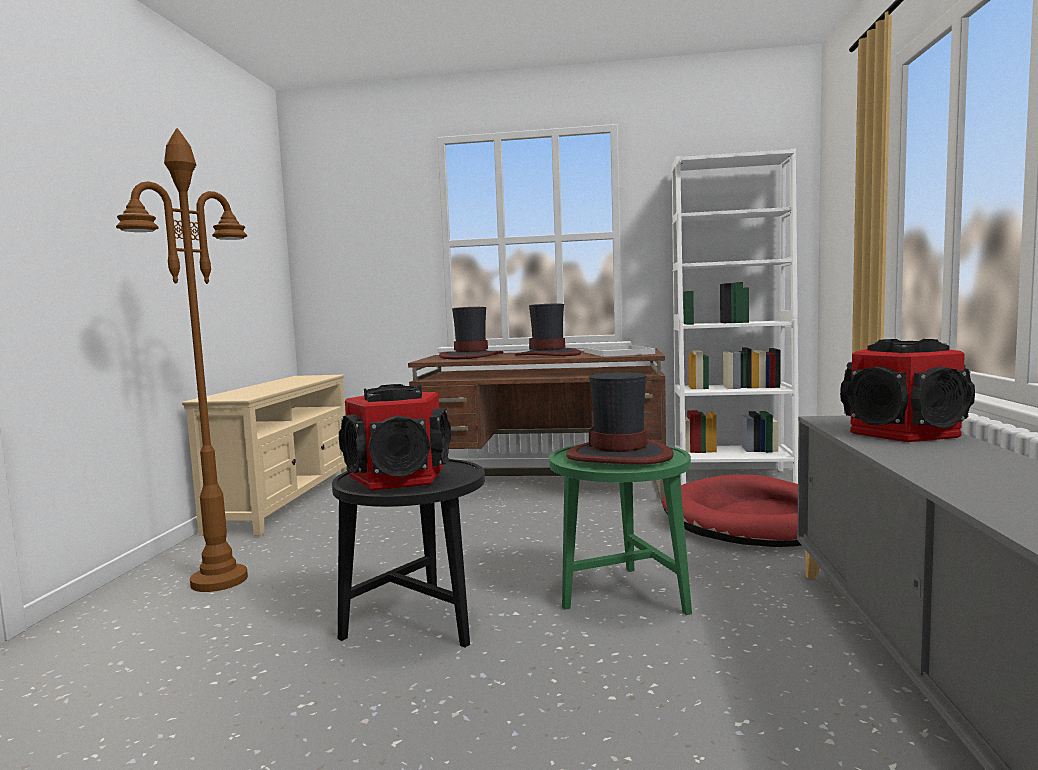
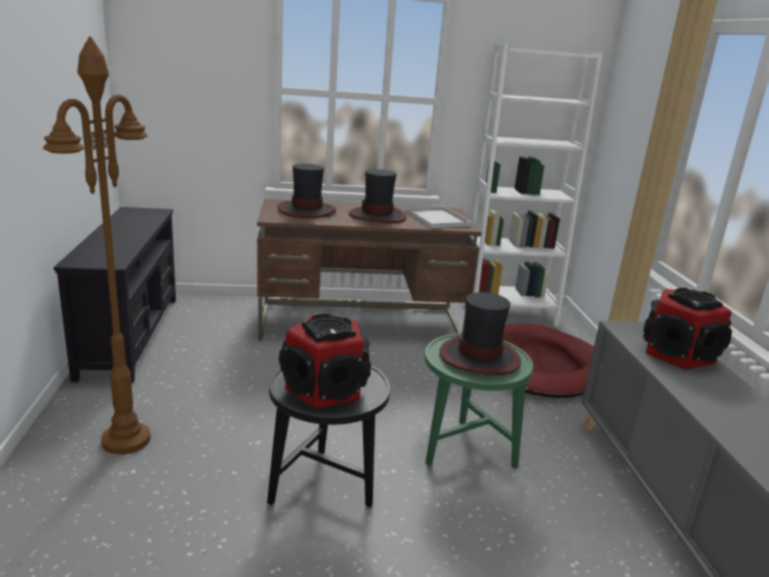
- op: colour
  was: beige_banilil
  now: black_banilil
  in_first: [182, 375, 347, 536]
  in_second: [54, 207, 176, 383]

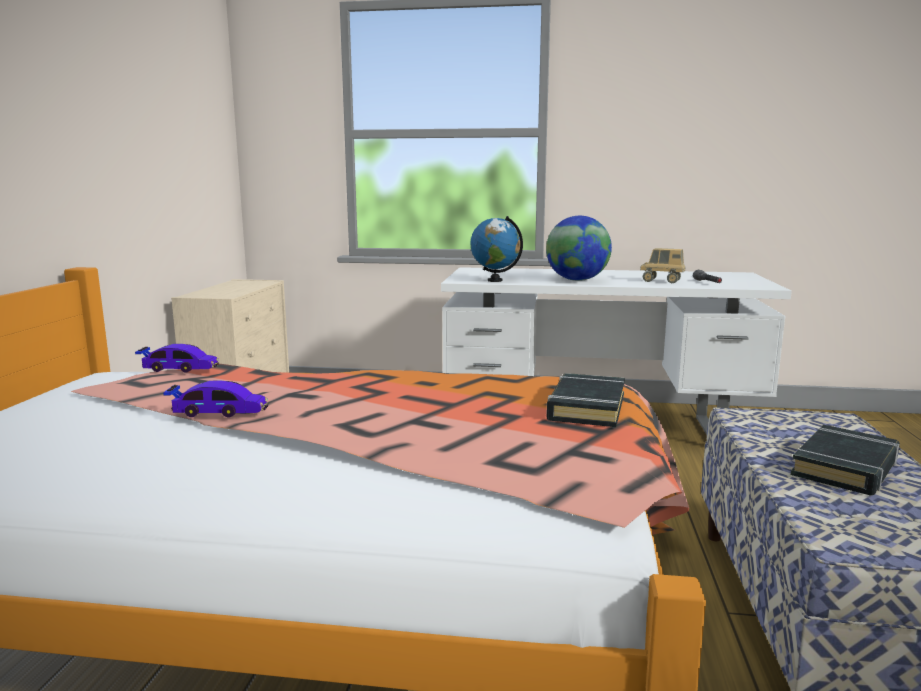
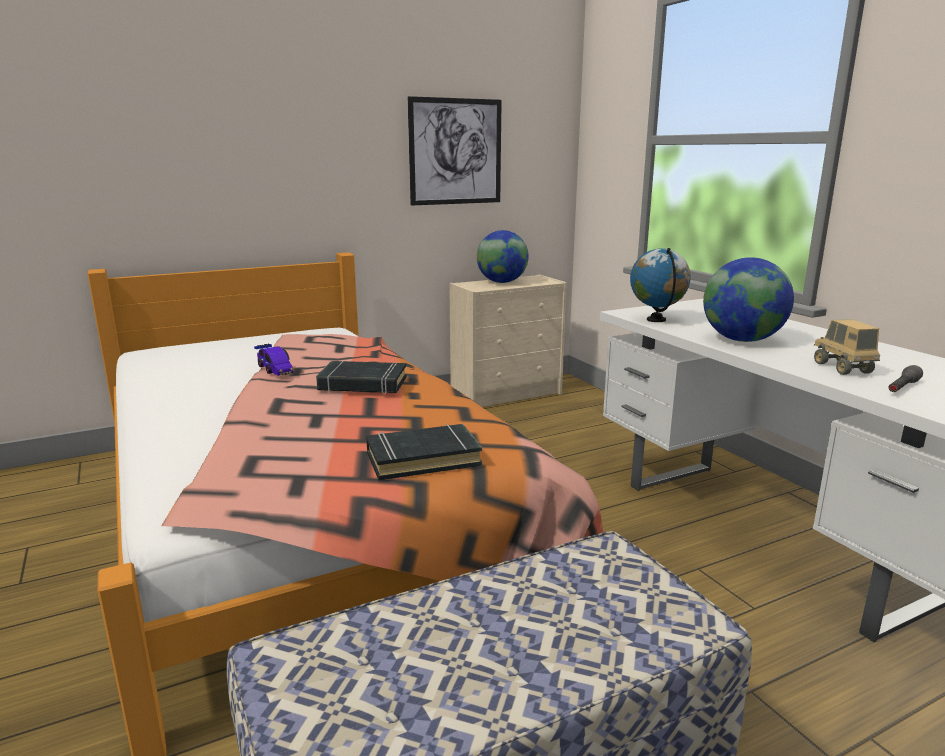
- op: relocated
  was: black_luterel
  in_first: [791, 425, 900, 496]
  in_second: [316, 361, 407, 394]
- op: appeared
  now: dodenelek
  in_second: [408, 96, 502, 205]
- op: appeared
  now: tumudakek
  in_second: [477, 230, 529, 283]
- op: missing
  was: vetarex
  in_first: [135, 344, 219, 372]

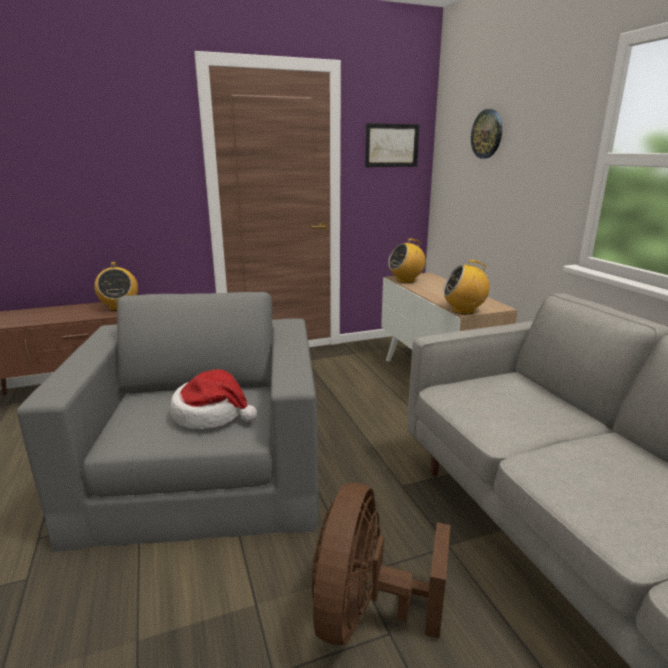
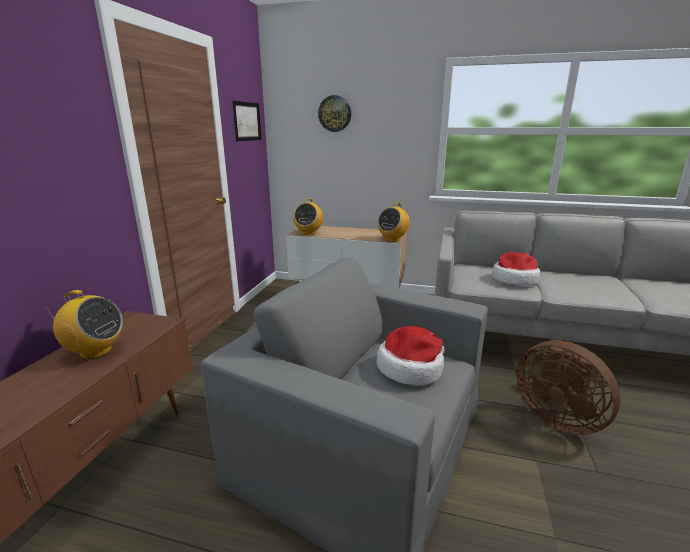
- op: appeared
  now: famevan
  in_second: [492, 252, 540, 286]

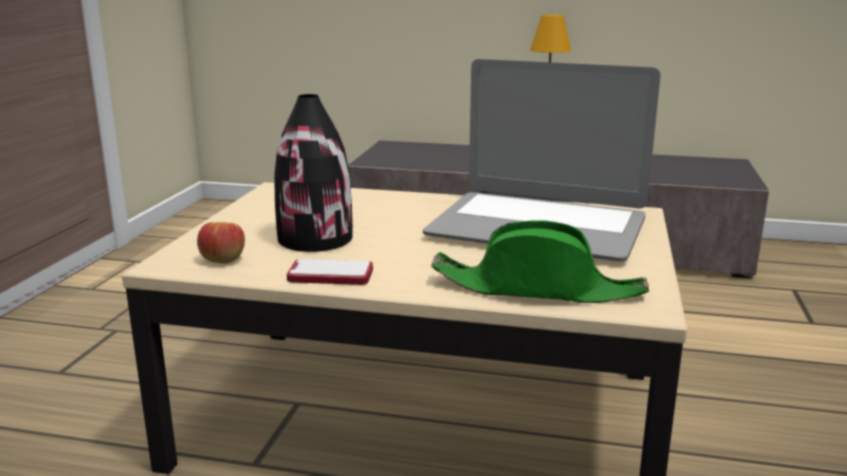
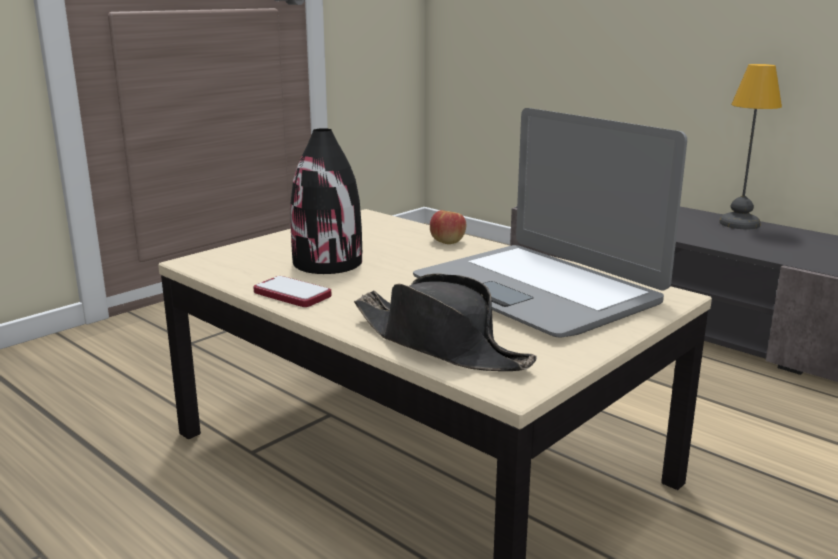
- op: colour
  was: green_famevan
  now: black_famevan
  in_first: [431, 220, 649, 303]
  in_second: [354, 274, 537, 371]
- op: relocated
  was: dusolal
  in_first: [197, 222, 245, 264]
  in_second: [430, 210, 466, 244]

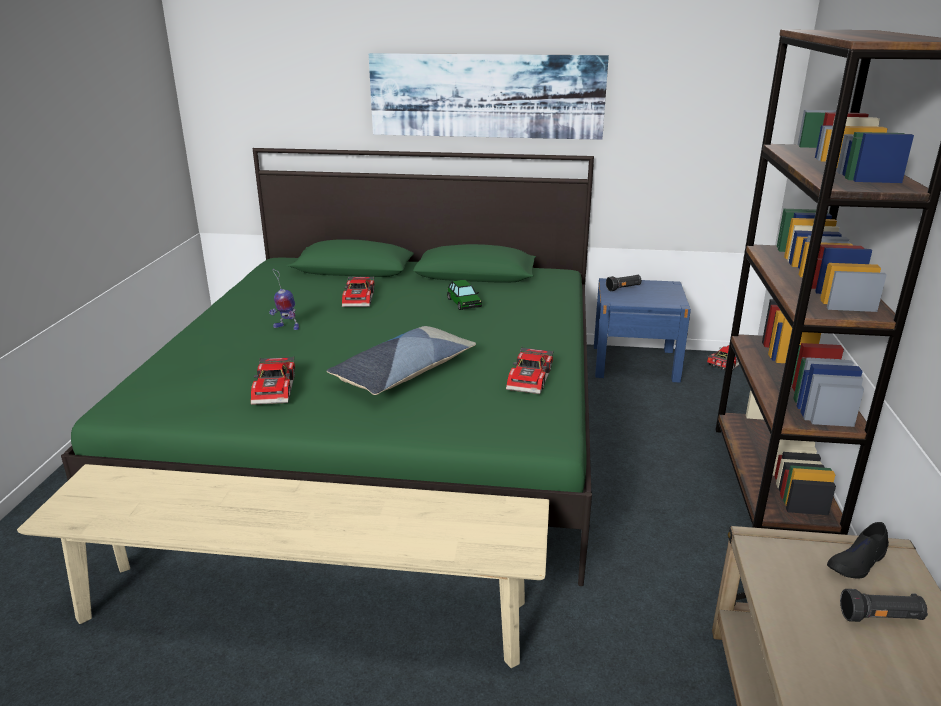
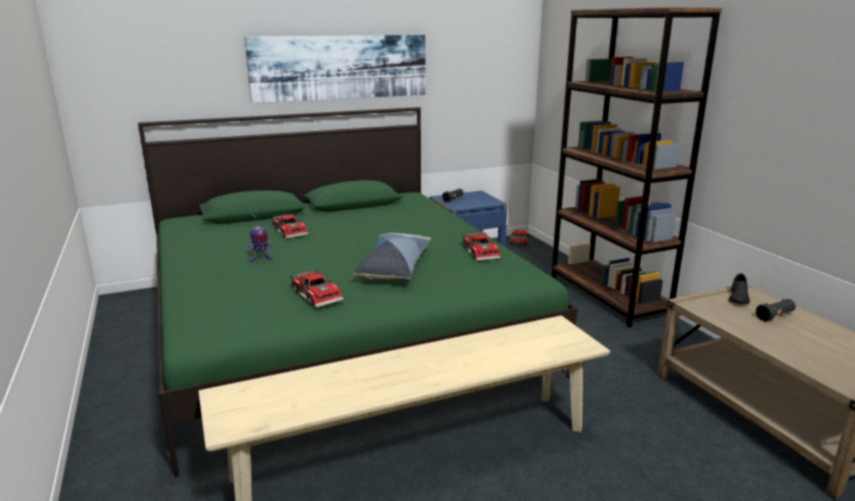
- op: missing
  was: vetarex
  in_first: [447, 280, 482, 310]

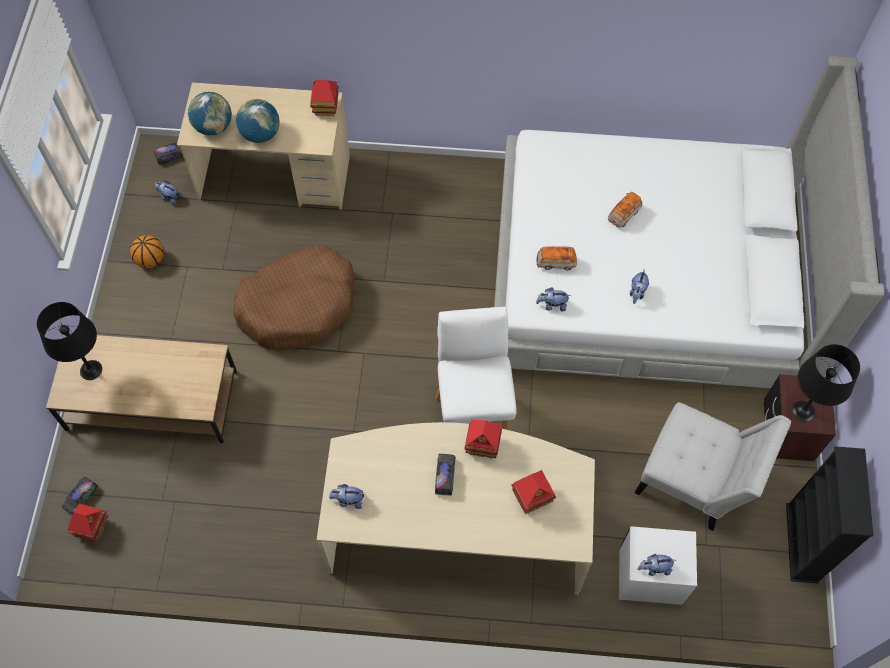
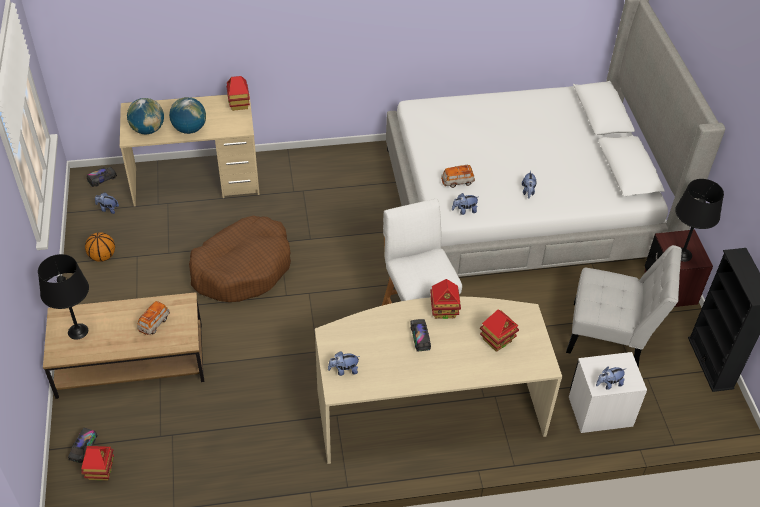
- op: relocated
  was: vetarex
  in_first: [608, 192, 642, 228]
  in_second: [137, 301, 170, 335]

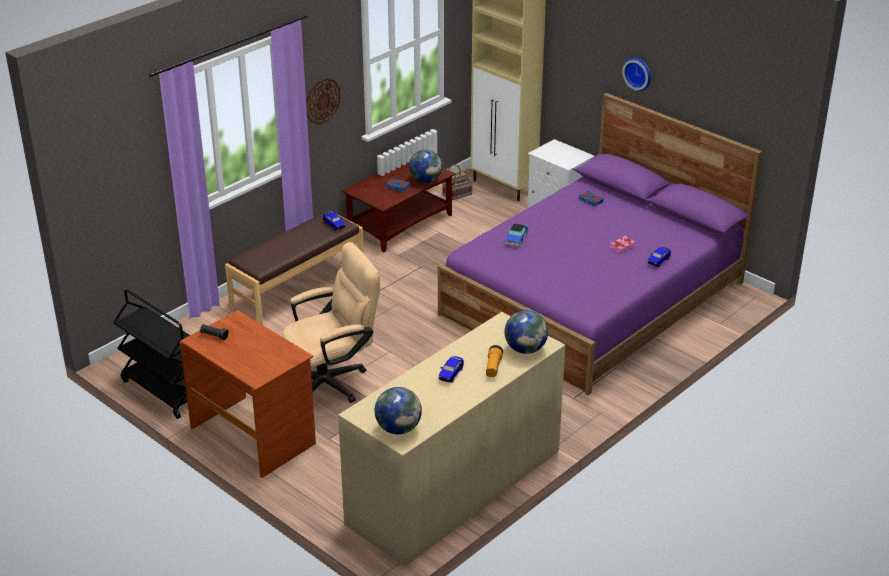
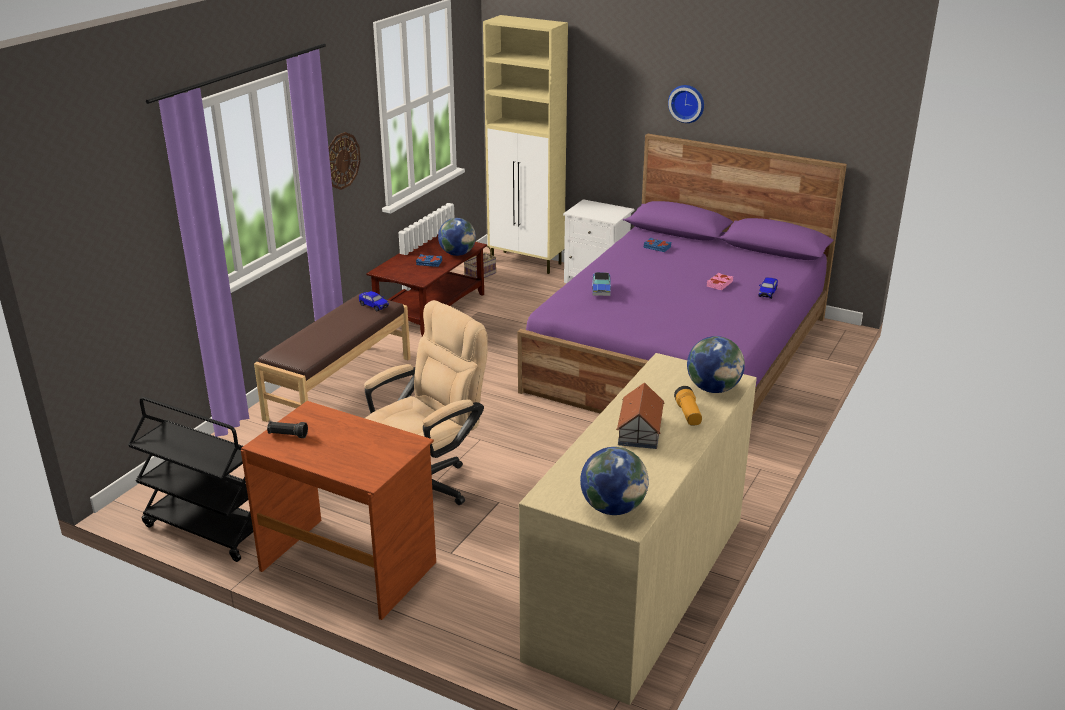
- op: exchanged
  was: vetarex
  now: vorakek
  in_first: [439, 356, 464, 383]
  in_second: [616, 382, 665, 449]

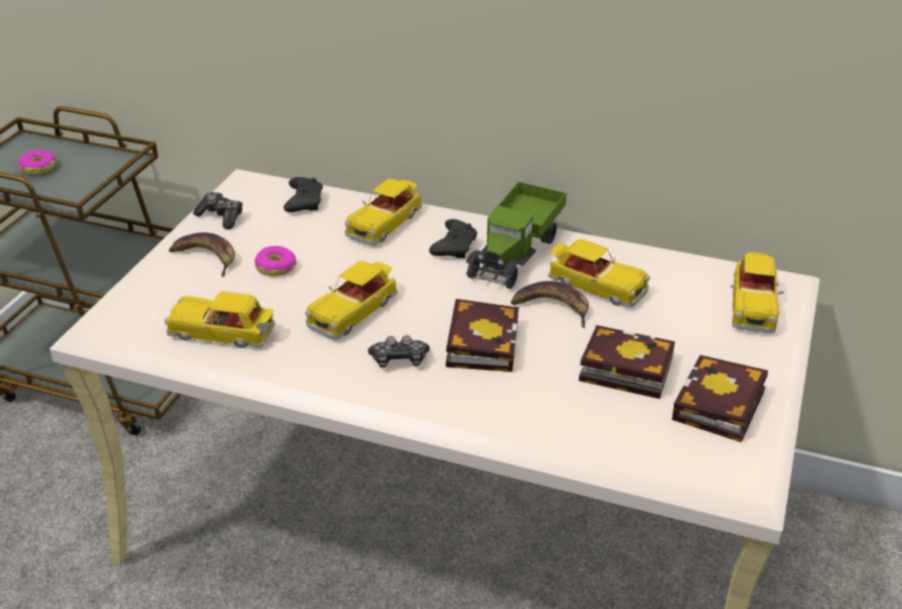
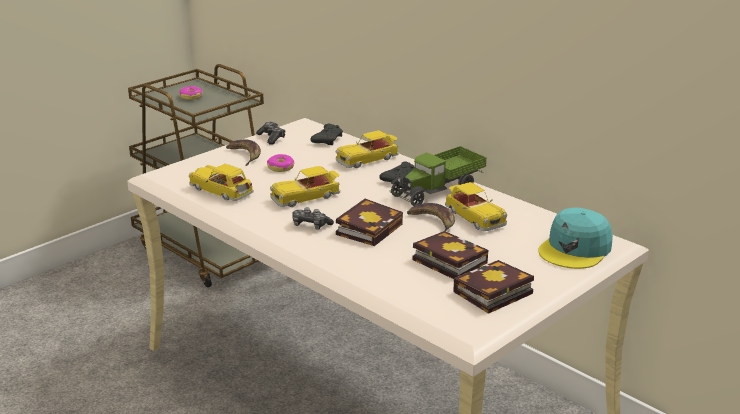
- op: exchanged
  was: vetarex
  now: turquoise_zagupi
  in_first: [730, 253, 784, 333]
  in_second: [539, 207, 613, 269]

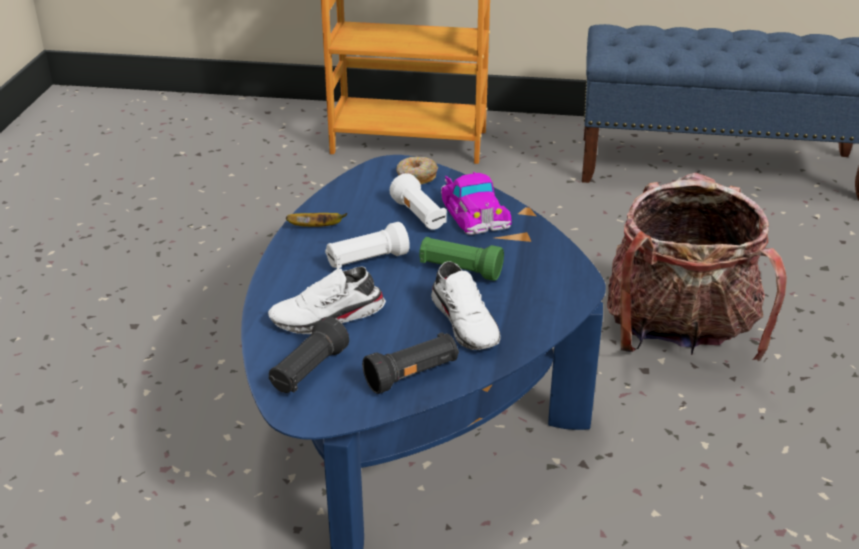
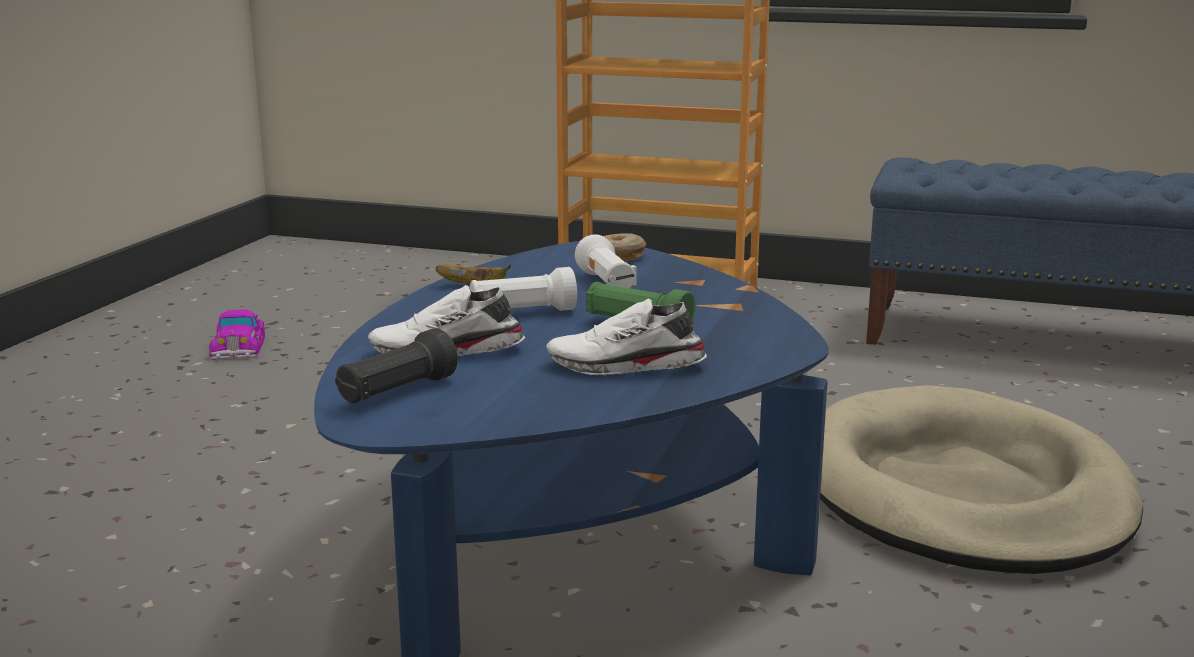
- op: relocated
  was: vetarex
  in_first: [441, 171, 512, 235]
  in_second: [209, 309, 265, 360]
- op: spun
  was: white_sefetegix
  in_first: [431, 261, 501, 350]
  in_second: [546, 298, 707, 376]
  clockwise: 105
- op: exchanged
  was: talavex
  now: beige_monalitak
  in_first: [607, 173, 787, 361]
  in_second: [820, 385, 1143, 574]
- op: missing
  was: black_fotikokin
  in_first: [362, 332, 459, 394]

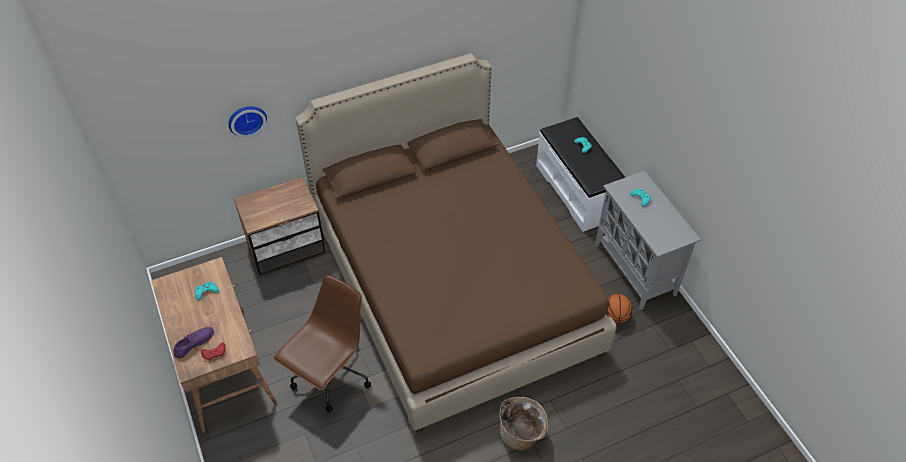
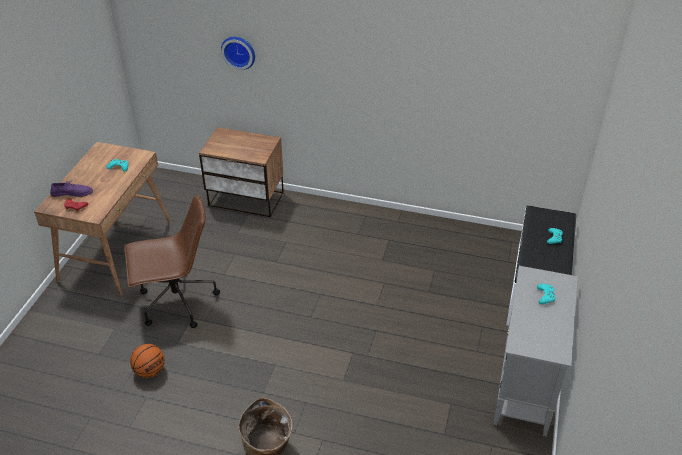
- op: relocated
  was: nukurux
  in_first: [606, 294, 633, 323]
  in_second: [130, 344, 165, 378]
- op: missing
  was: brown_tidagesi
  in_first: [295, 53, 617, 434]

